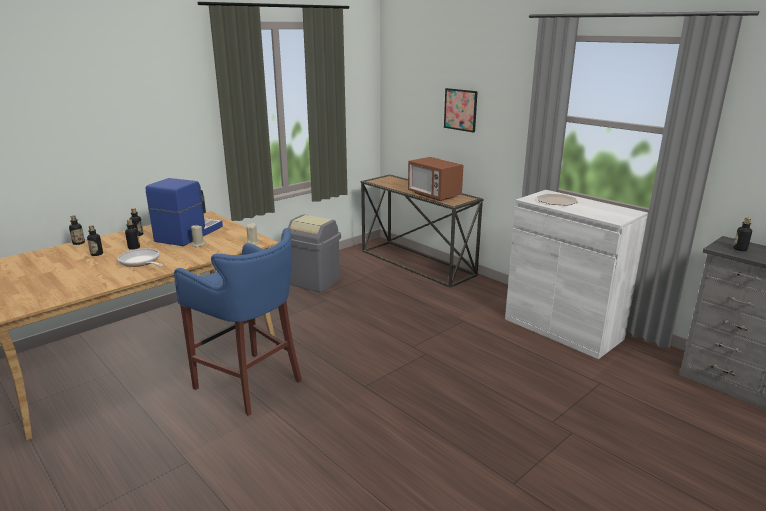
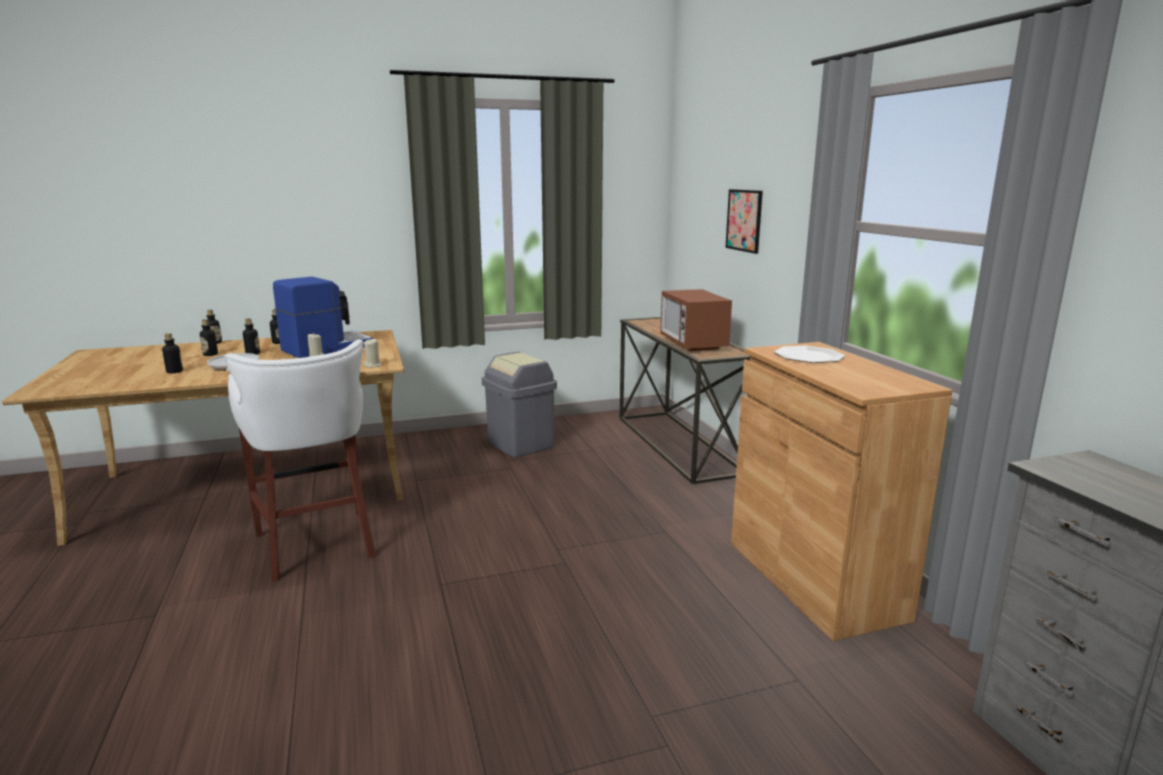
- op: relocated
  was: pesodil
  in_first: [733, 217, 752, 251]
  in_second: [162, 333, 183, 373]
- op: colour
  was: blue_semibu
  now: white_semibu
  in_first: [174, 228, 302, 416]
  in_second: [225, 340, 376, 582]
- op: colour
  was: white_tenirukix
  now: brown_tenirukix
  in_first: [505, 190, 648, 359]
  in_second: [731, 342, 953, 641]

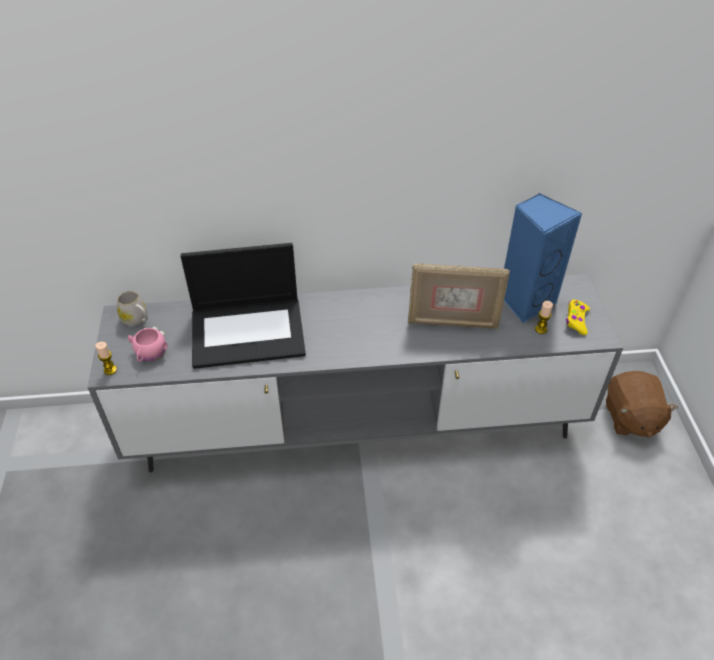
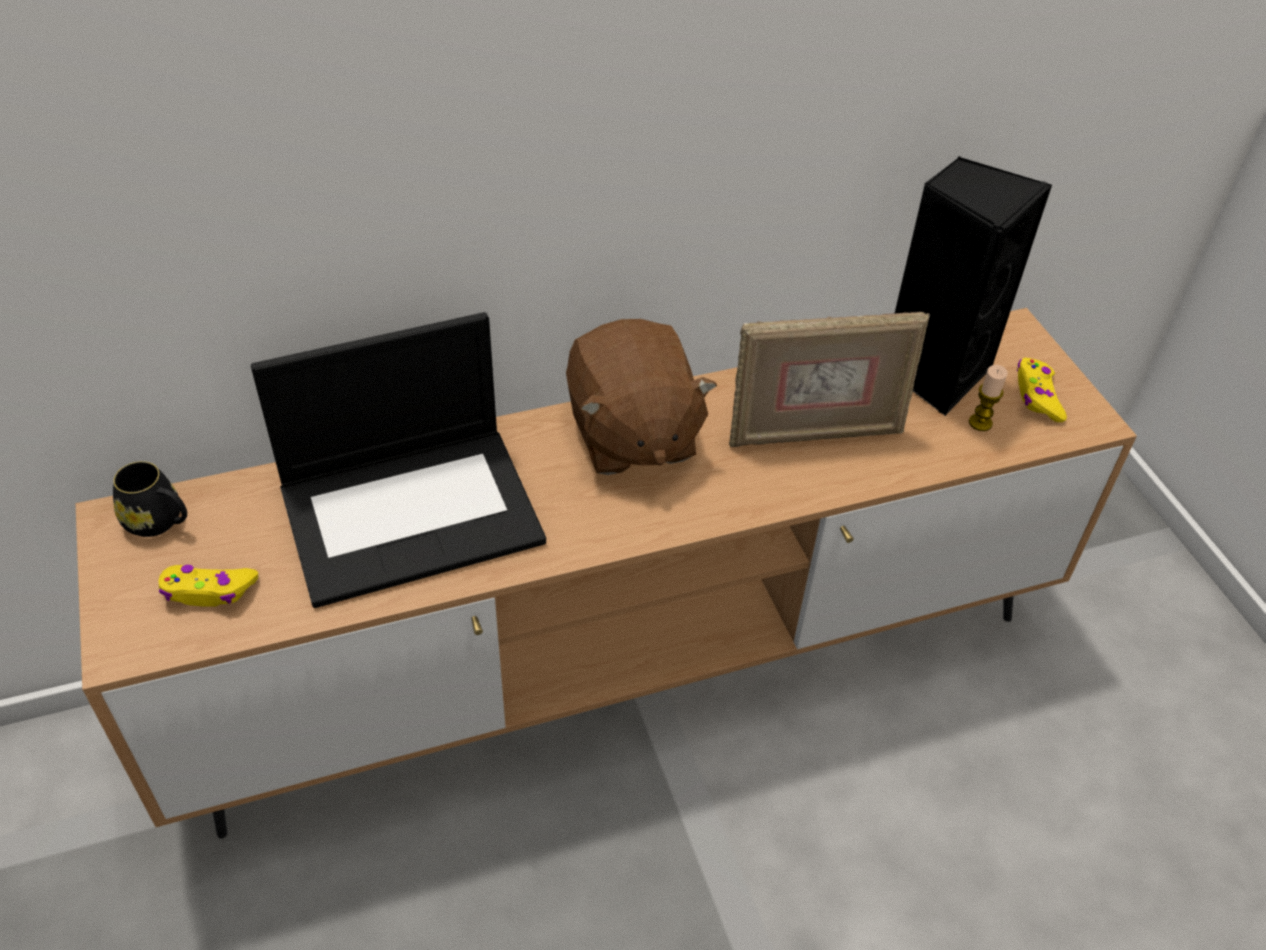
- op: colour
  was: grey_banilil
  now: brown_banilil
  in_first: [87, 274, 623, 473]
  in_second: [76, 308, 1137, 838]
- op: colour
  was: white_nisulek
  now: black_nisulek
  in_first: [117, 291, 148, 326]
  in_second: [113, 461, 187, 537]
- op: exchanged
  was: pink_nisulek
  now: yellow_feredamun
  in_first: [128, 327, 167, 362]
  in_second: [159, 565, 258, 607]
- op: relocated
  was: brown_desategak
  in_first: [606, 371, 678, 438]
  in_second: [566, 319, 717, 475]
- op: colour
  was: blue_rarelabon
  now: black_rarelabon
  in_first: [504, 193, 582, 323]
  in_second: [895, 156, 1052, 416]
- op: missing
  was: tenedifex
  in_first: [95, 342, 117, 375]

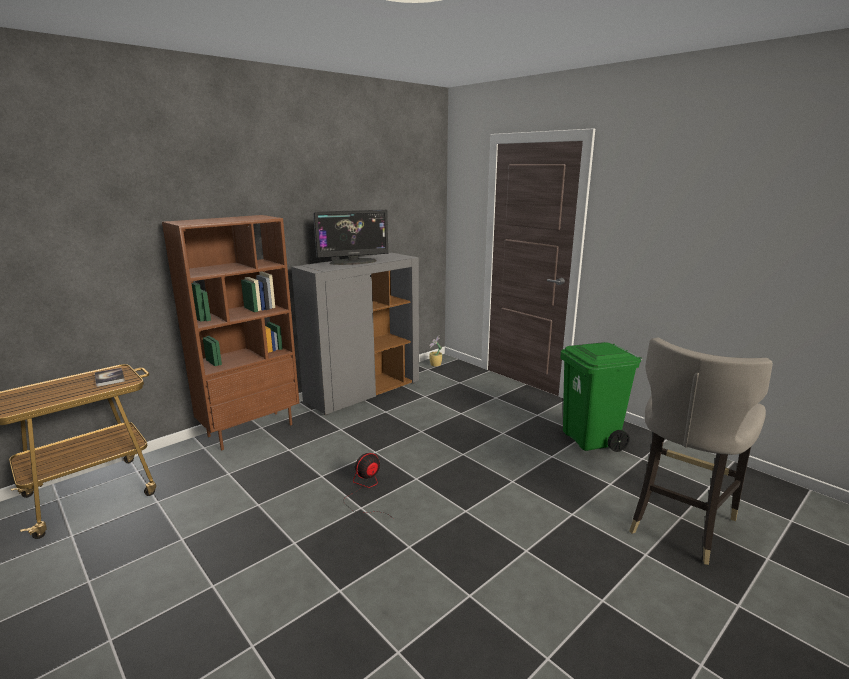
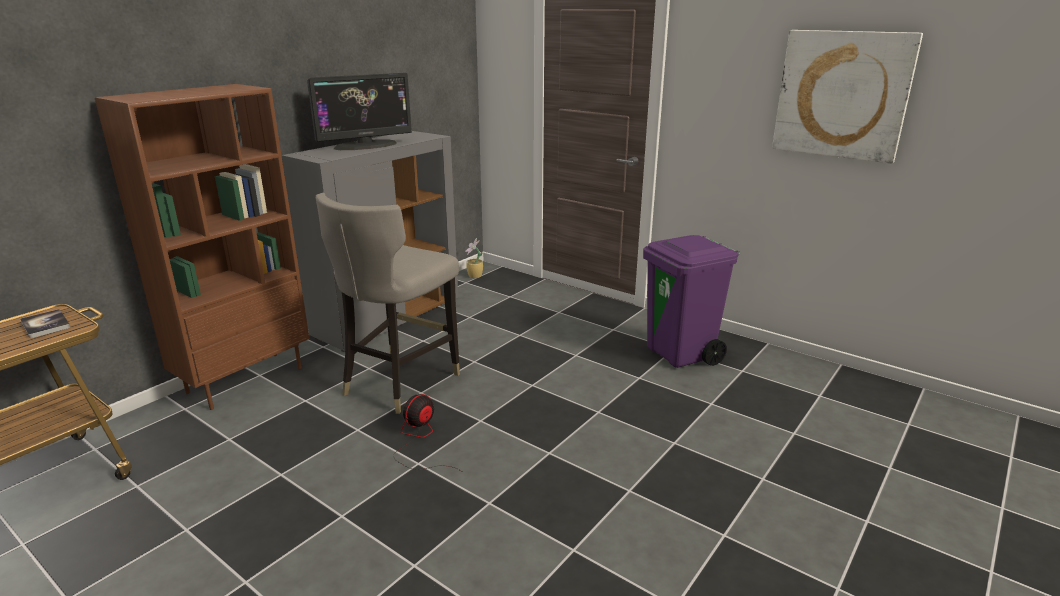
- op: relocated
  was: grey_semibu
  in_first: [629, 338, 773, 565]
  in_second: [316, 193, 460, 414]
- op: colour
  was: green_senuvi
  now: purple_senuvi
  in_first: [561, 342, 643, 452]
  in_second: [643, 235, 740, 368]
- op: appeared
  now: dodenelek
  in_second: [772, 30, 923, 164]

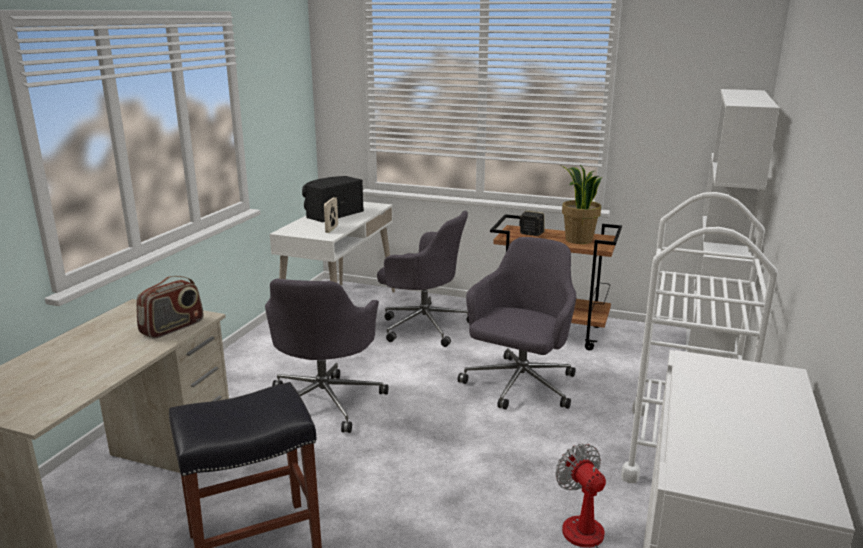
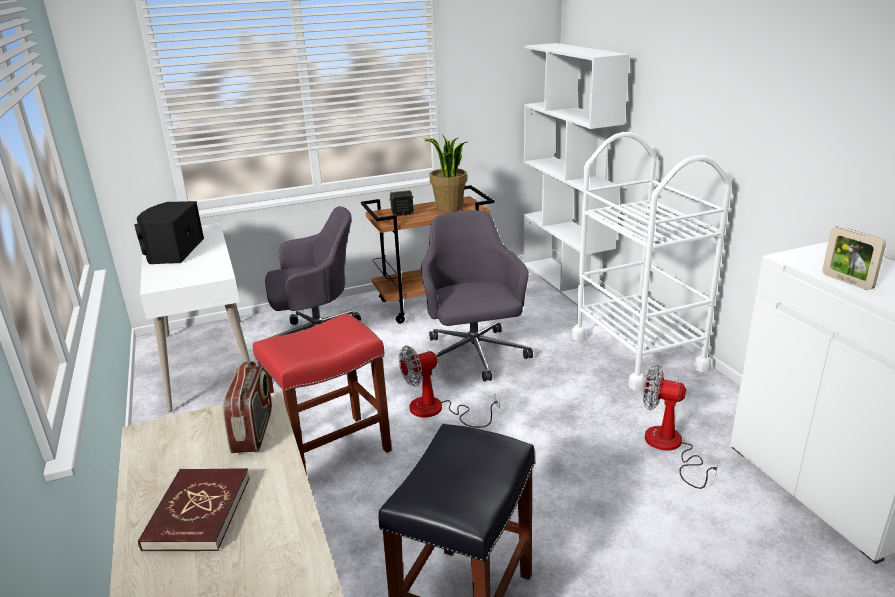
- op: appeared
  now: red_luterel
  in_second: [138, 468, 250, 552]
- op: exchanged
  was: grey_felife
  now: red_semibu
  in_first: [265, 279, 388, 433]
  in_second: [253, 313, 392, 475]
- op: appeared
  now: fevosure
  in_second: [399, 345, 500, 428]
- op: relocated
  was: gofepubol
  in_first: [324, 197, 338, 233]
  in_second: [822, 226, 886, 290]

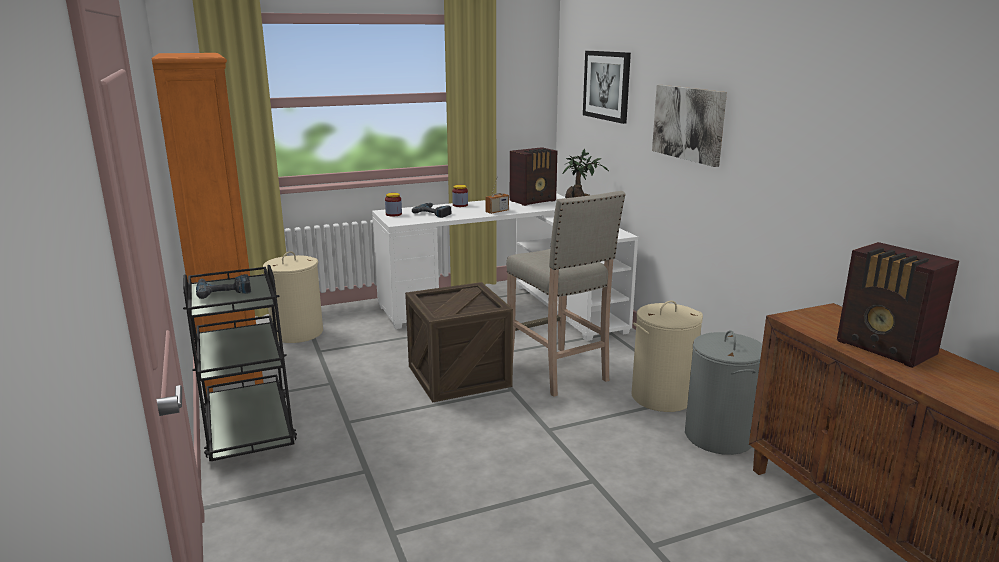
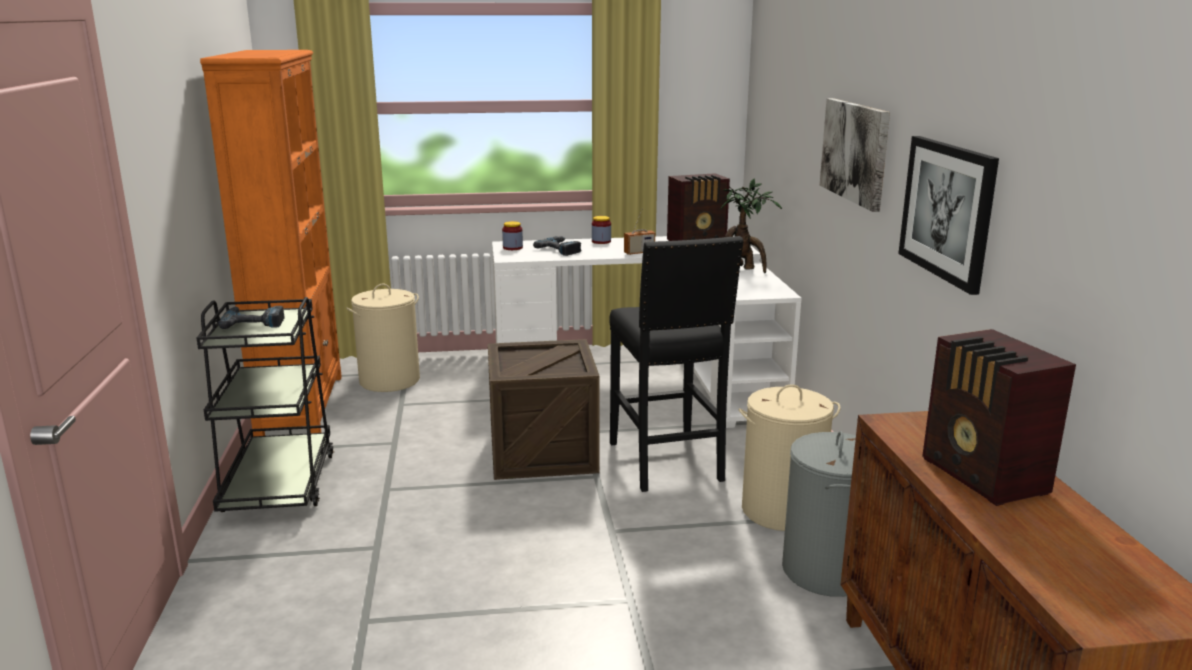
- op: colour
  was: beige_semibu
  now: black_semibu
  in_first: [506, 191, 626, 397]
  in_second: [609, 236, 744, 492]
- op: relocated
  was: dodenelek
  in_first: [583, 51, 631, 124]
  in_second: [898, 136, 999, 295]

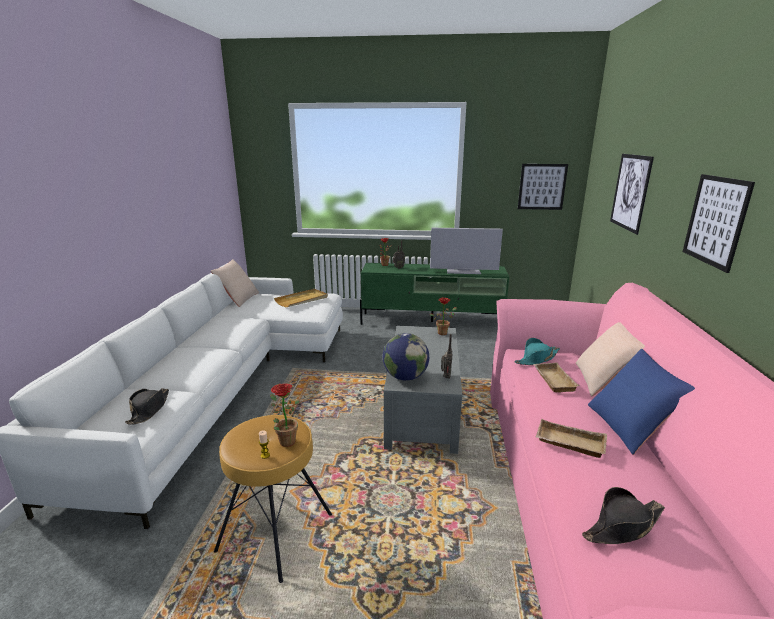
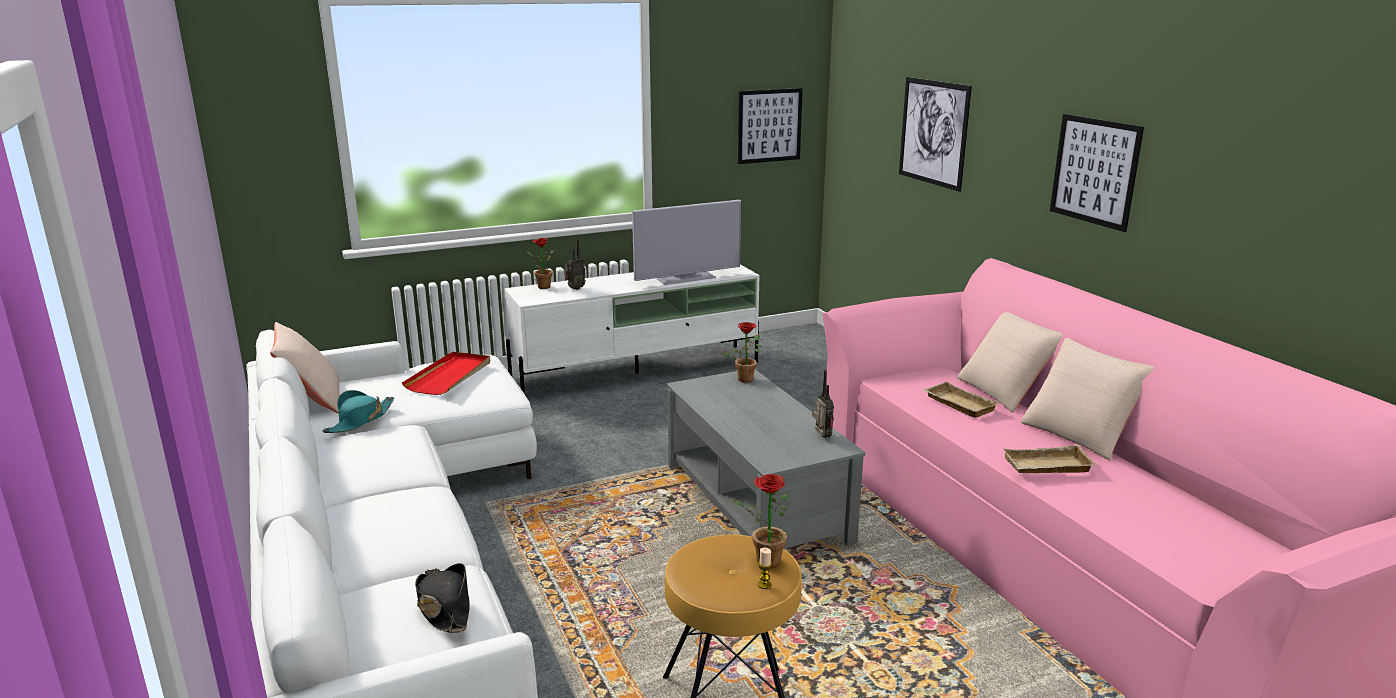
- op: relocated
  was: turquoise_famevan
  in_first: [515, 338, 560, 365]
  in_second: [322, 390, 394, 433]
- op: colour
  was: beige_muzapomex
  now: red_muzapomex
  in_first: [274, 289, 328, 308]
  in_second: [402, 352, 490, 395]
- op: colour
  was: green_banilil
  now: white_banilil
  in_first: [360, 263, 509, 325]
  in_second: [504, 264, 759, 394]
- op: colour
  was: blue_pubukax
  now: beige_pubukax
  in_first: [588, 349, 695, 455]
  in_second: [1021, 338, 1154, 460]
- op: missing
  was: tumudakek
  in_first: [383, 333, 429, 381]
- op: missing
  was: black_famevan
  in_first: [582, 487, 665, 544]

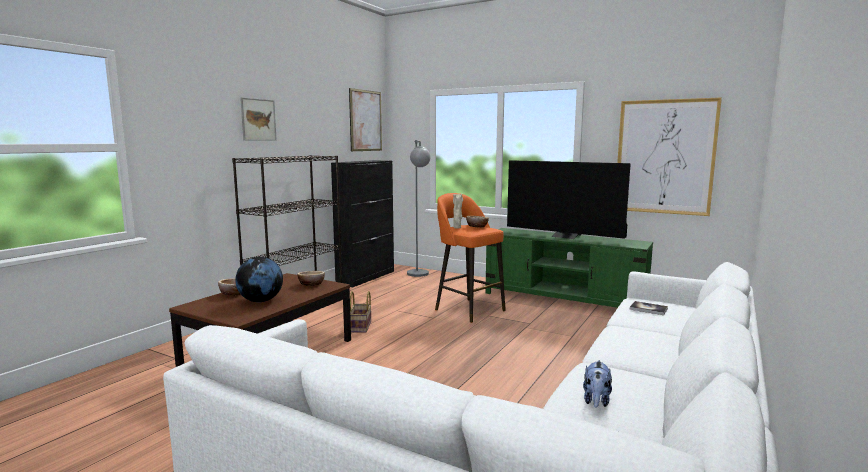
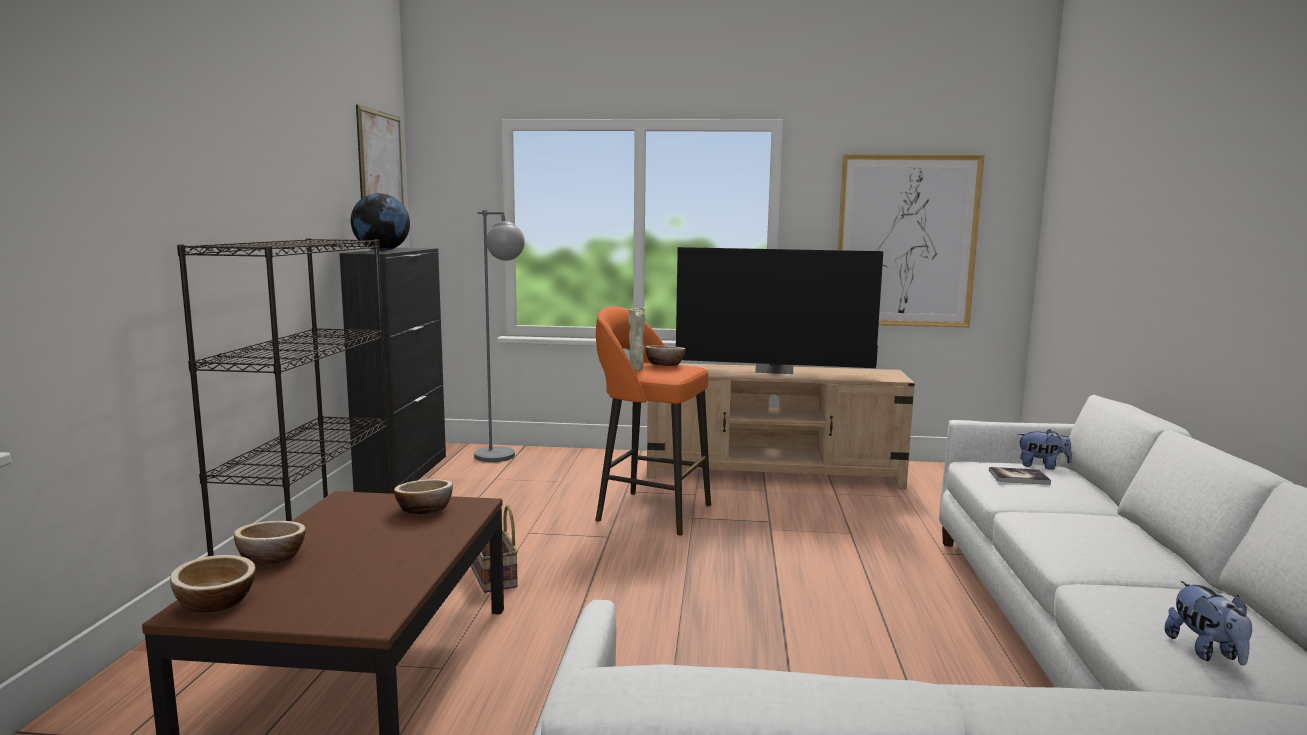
- op: appeared
  now: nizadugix
  in_second: [170, 555, 256, 612]
- op: relocated
  was: tumudakek
  in_first: [235, 257, 283, 302]
  in_second: [351, 193, 410, 251]
- op: colour
  was: green_banilil
  now: beige_banilil
  in_first: [485, 228, 653, 308]
  in_second: [647, 363, 915, 489]
- op: appeared
  now: desategak
  in_second: [1018, 429, 1072, 470]
- op: missing
  was: dodenelek
  in_first: [240, 97, 277, 141]

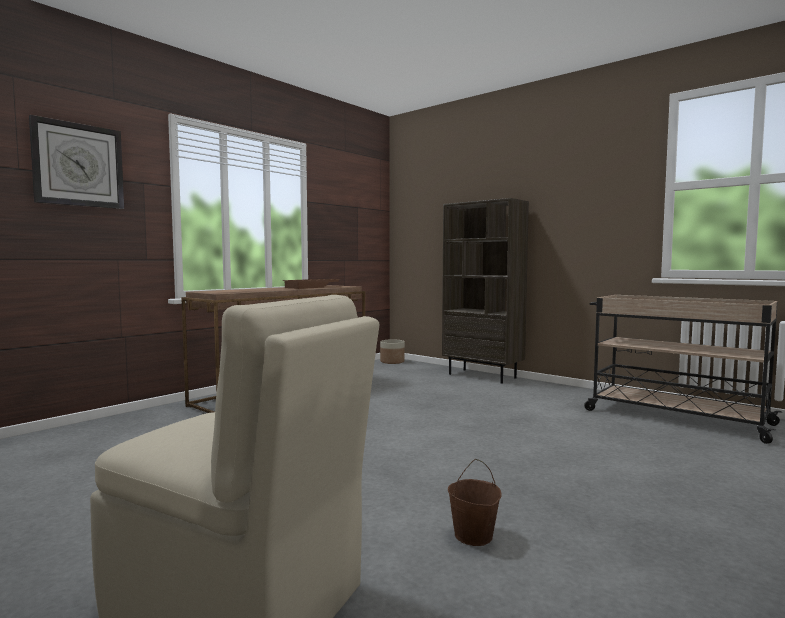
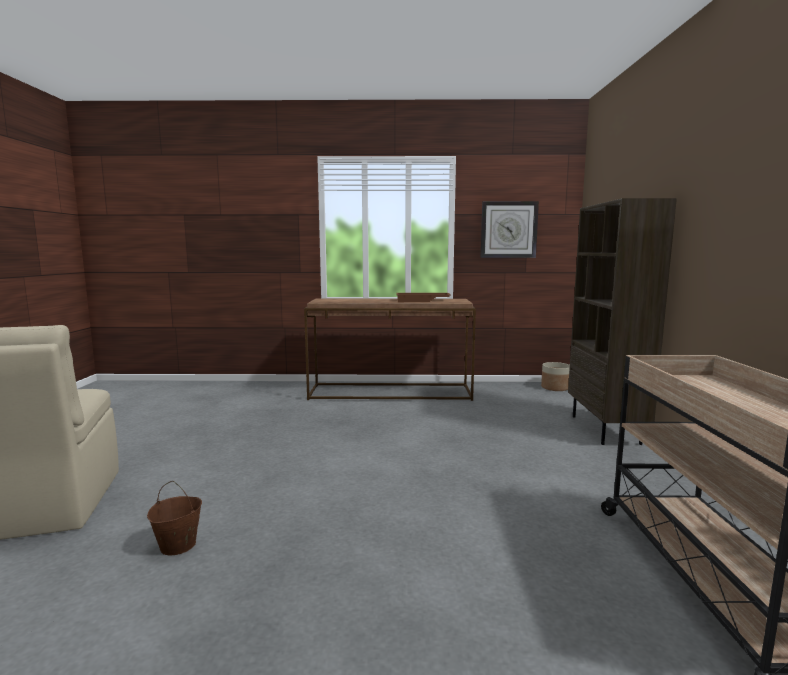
- op: relocated
  was: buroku
  in_first: [29, 115, 124, 209]
  in_second: [481, 201, 539, 258]

